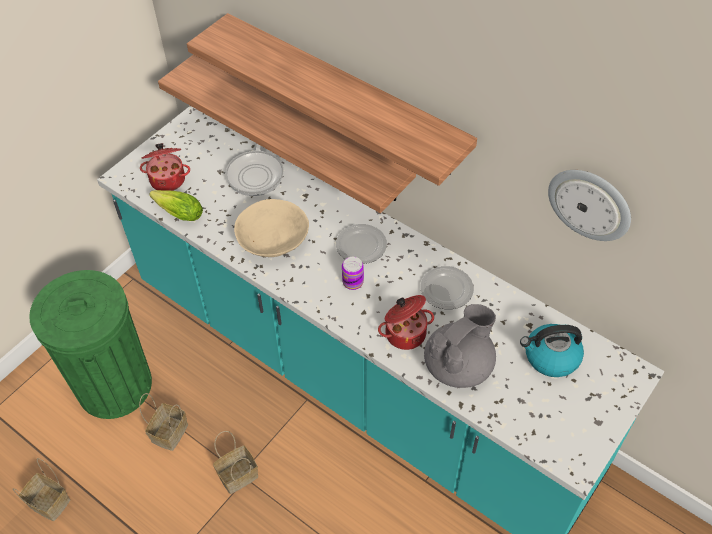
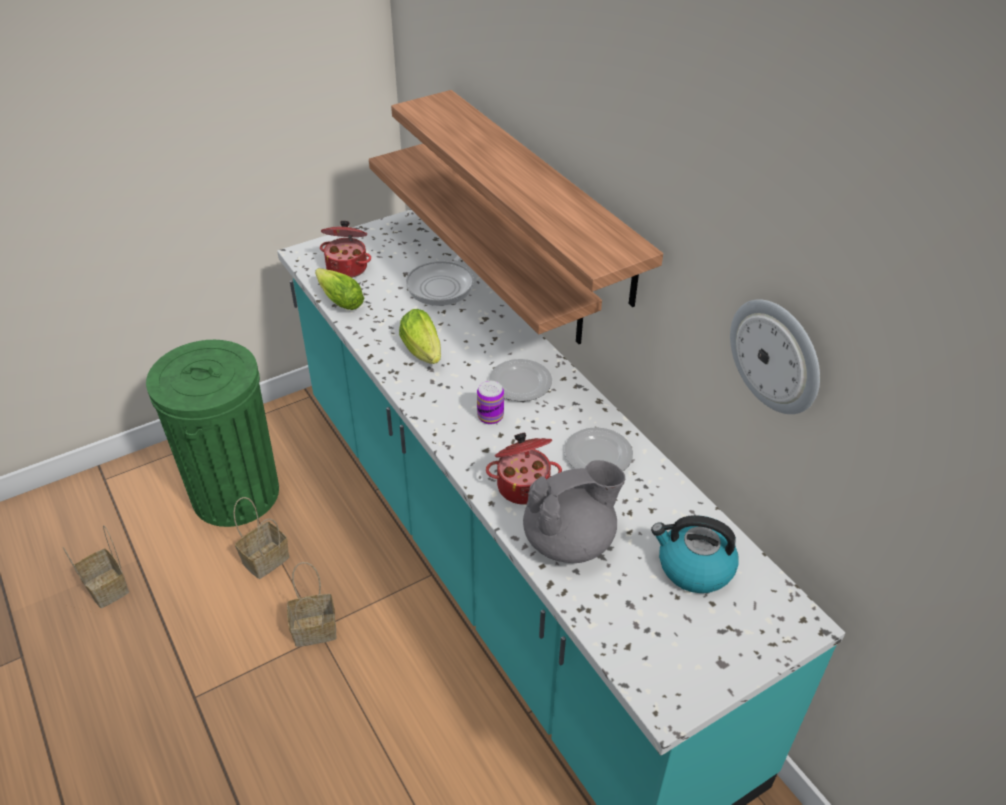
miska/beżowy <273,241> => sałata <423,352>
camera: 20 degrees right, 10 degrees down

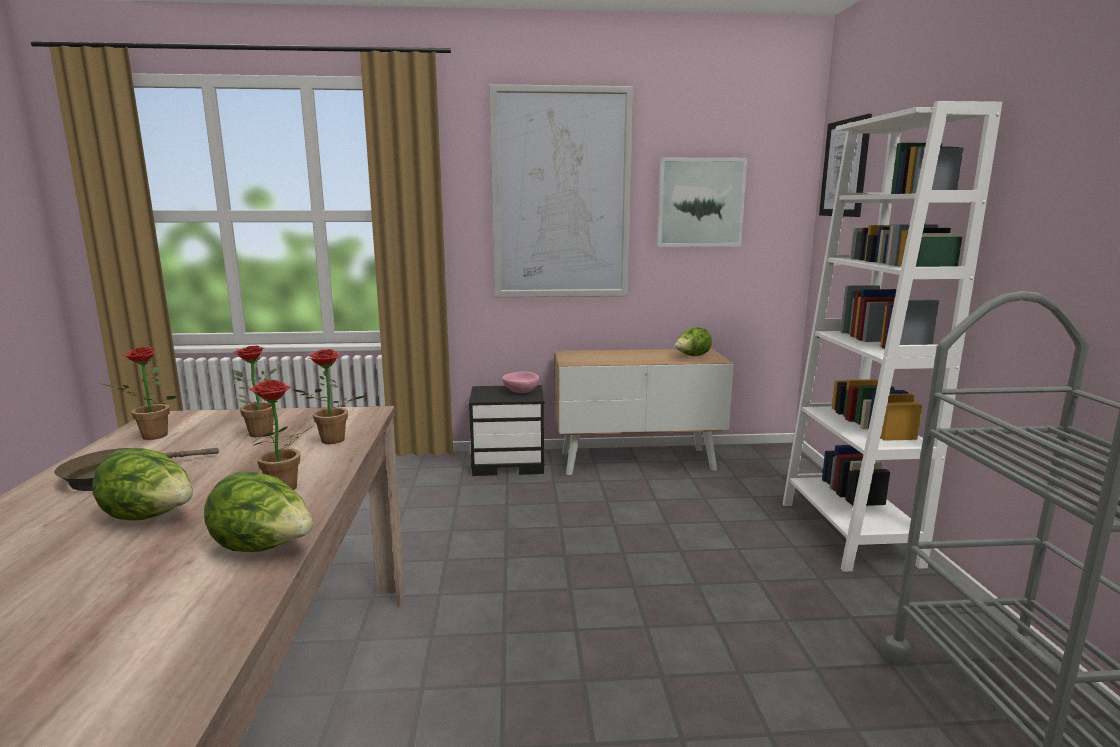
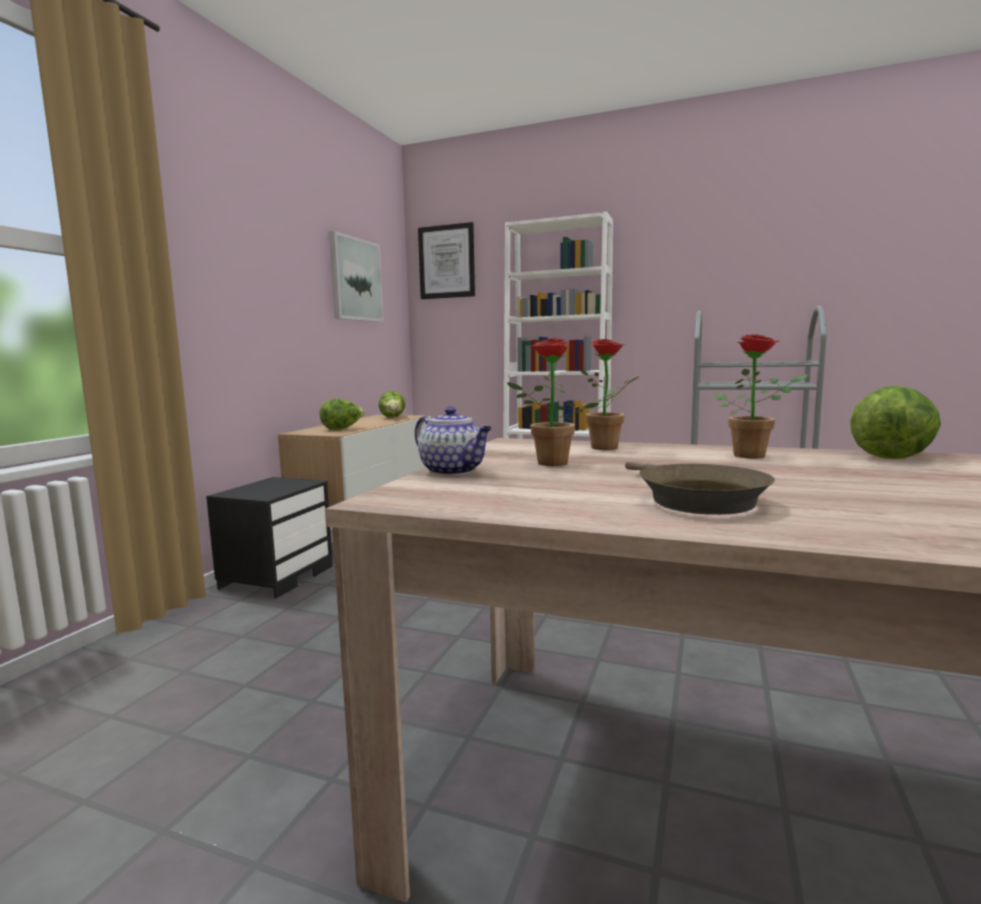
sałata <151,518> => sałata <342,429>, moved
roślina doniczkowa <149,437> => nothing
obraz <561,195> => nothing
miska/różowy <520,392> => nothing
nothing => imbryk <454,471>
camera: 65 degrees left, 5 degrees down

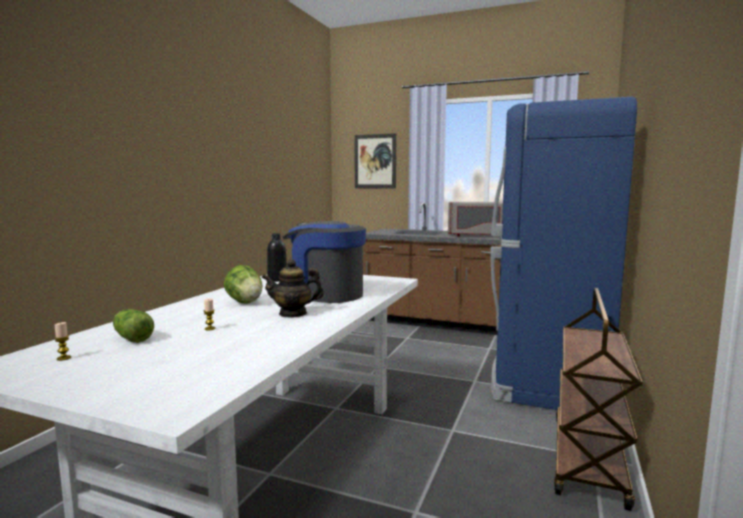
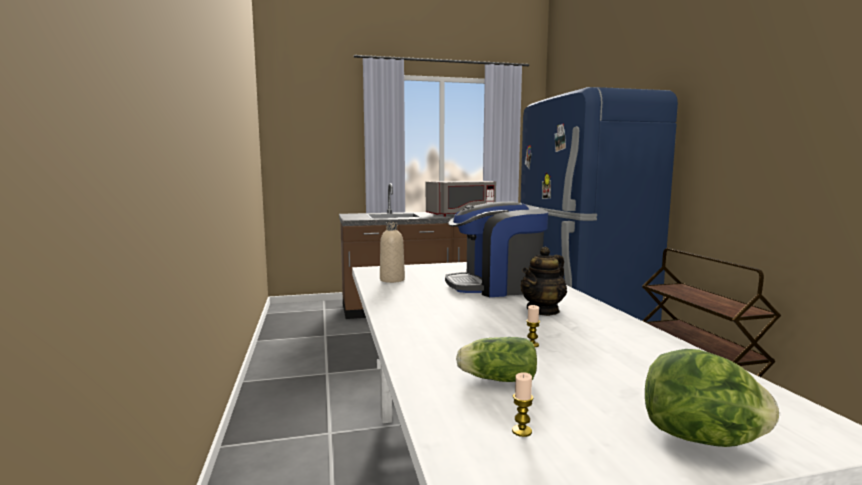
sałata <245,302> => sałata <702,439>, moved
butelka/czarny <277,279> => butelka/beżowy <392,280>
obraz <375,161> => nothing
camera: 35 degrees left, 0 degrees up

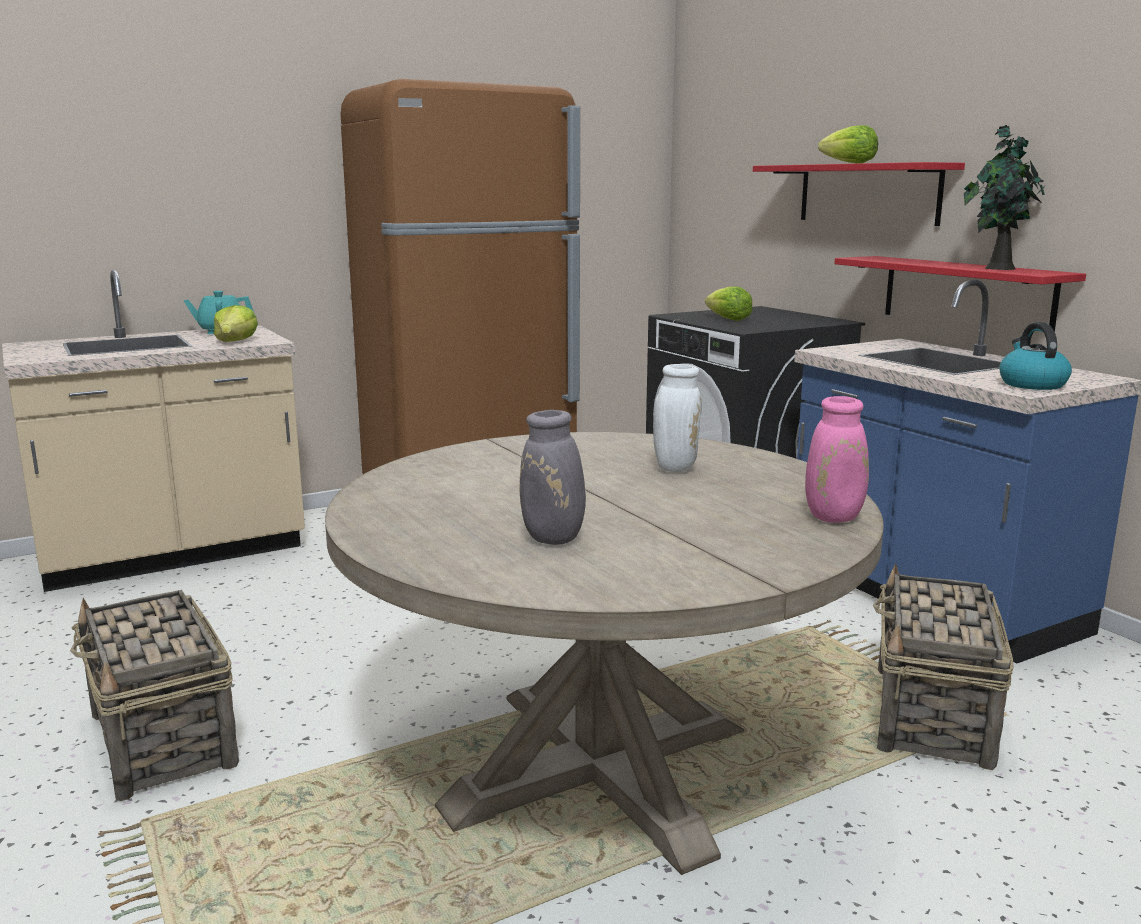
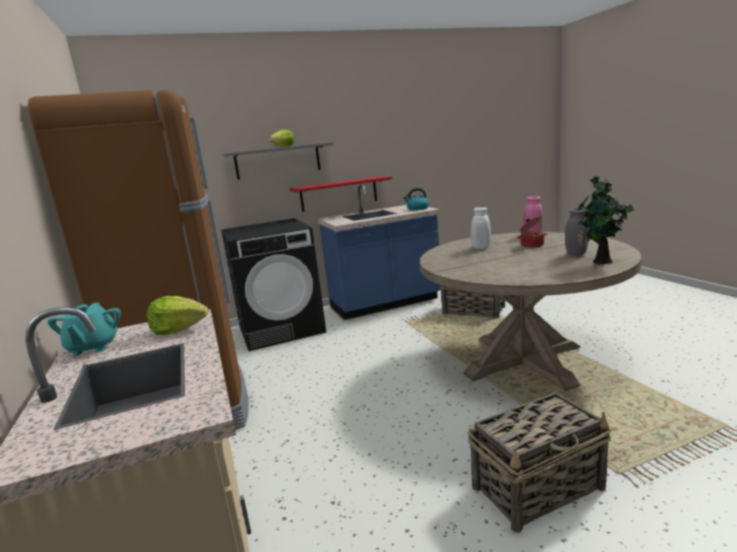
sałata <728,319> => nothing
półka/czerwony <868,193> => półka/szary <278,161>
roślina doniczkowa <997,268> => roślina doniczkowa <601,262>, moved
nothing => garnek <531,245>
camera: 80 degrees left, 0 degrees up

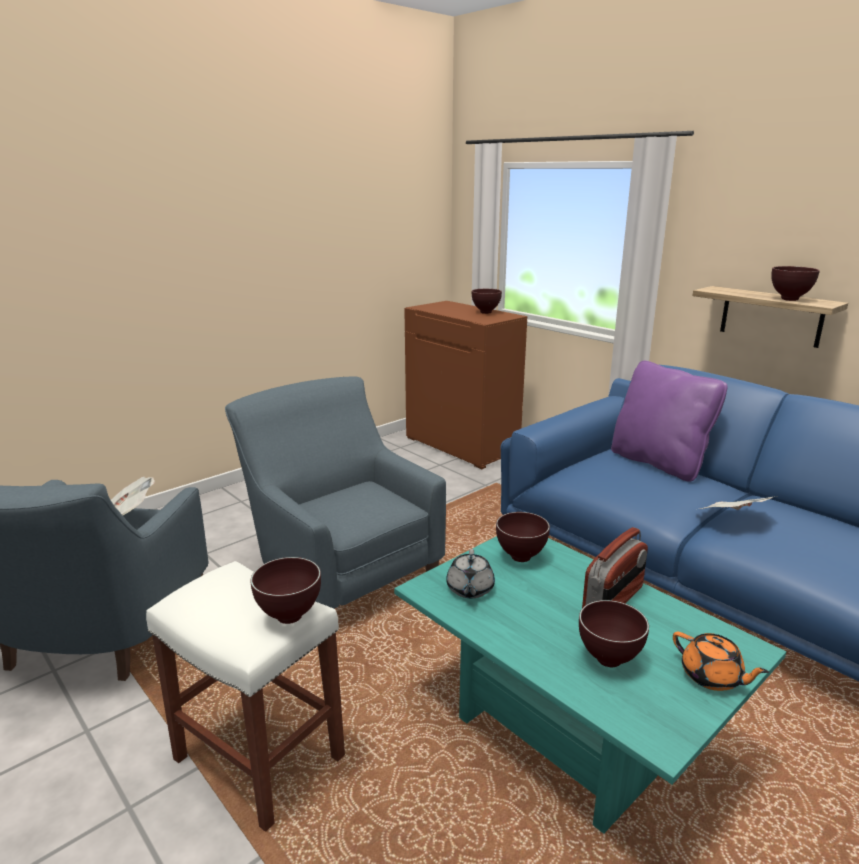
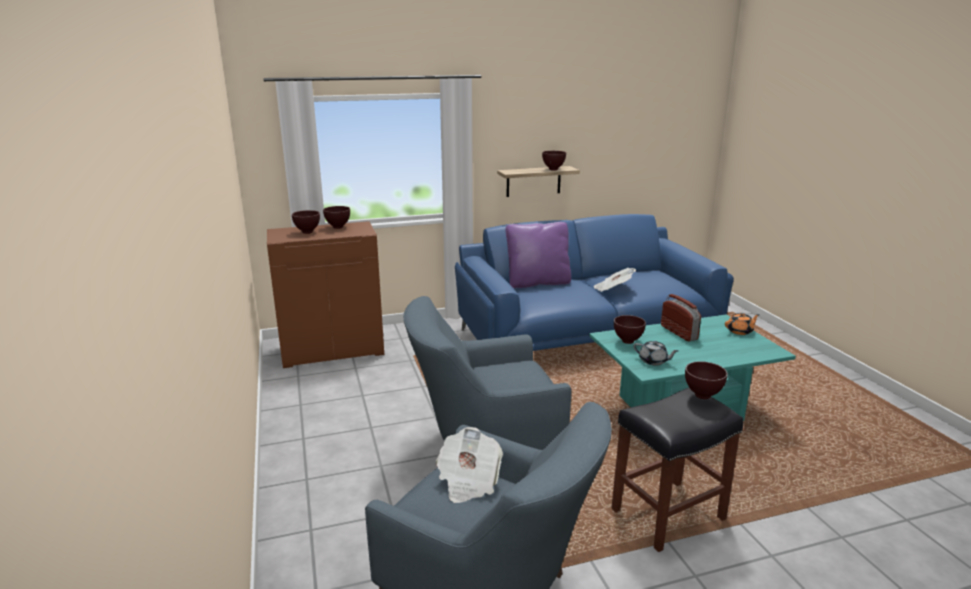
stołek/biały <261,758> => stołek/czarny <668,513>
miska/brązowy <610,661> => miska/brązowy <308,232>, moved
camera: 65 degrees left, 0 degrees up

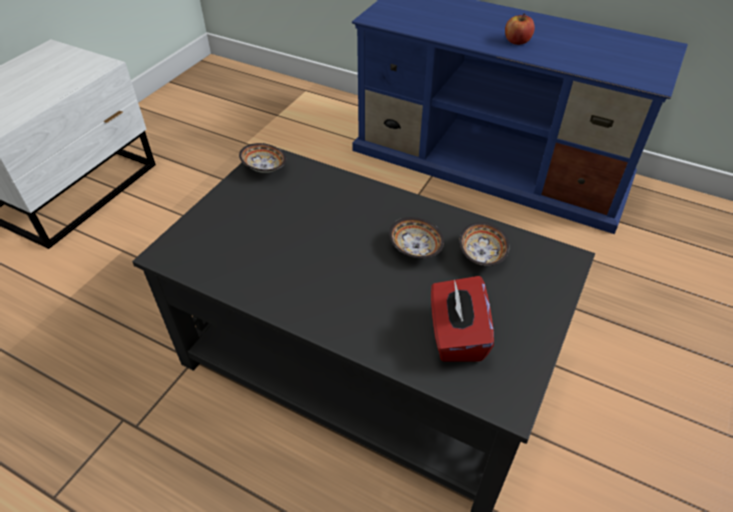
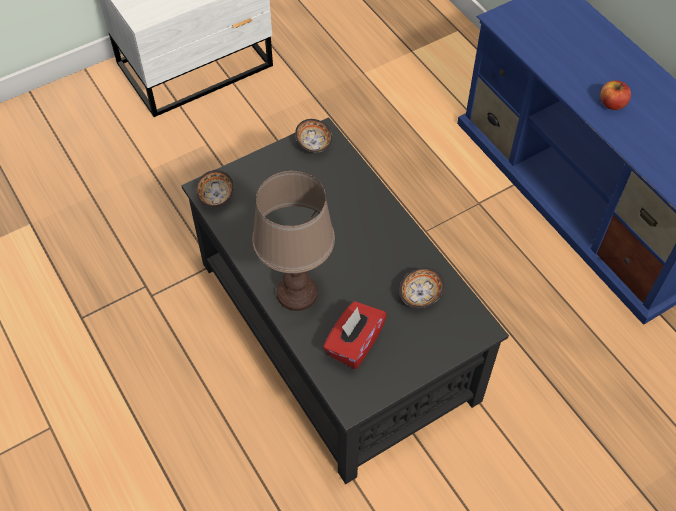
miska <415,248> => miska <216,196>, moved
nothing => lampa stołowa/brązowy <297,294>
camera: 30 degrees right, 10 degrees up

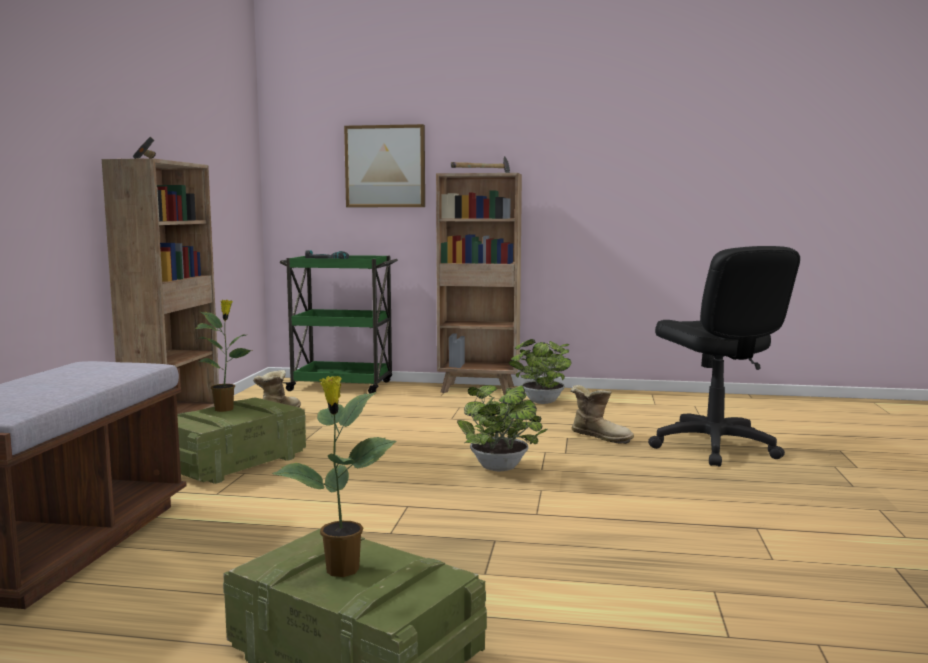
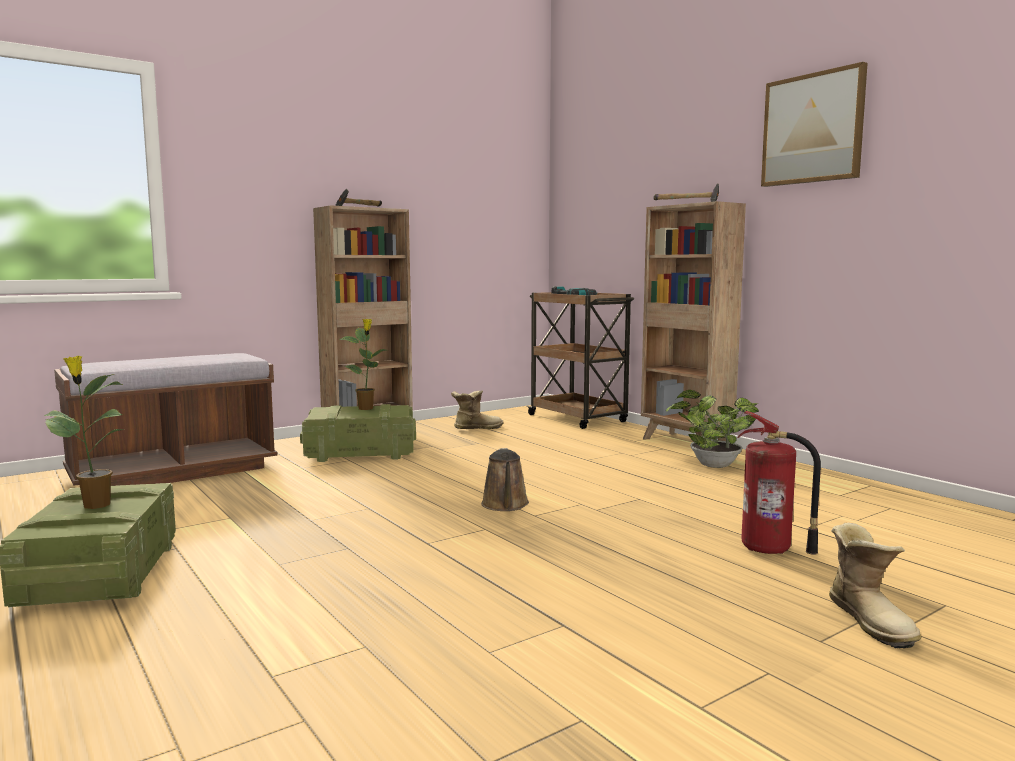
wózek/zielony <343,386> => wózek/brązowy <578,419>
obraz <385,166> => obraz <813,128>, moved
roślina doniczkowa <501,469> => konewka/brązowy <505,505>
but z cholewką <600,437> => but z cholewką <871,621>, moved
krzesło biurowe/czarny <714,447> => gaśnica <769,550>
camera: 45 degrees right, 0 degrees up

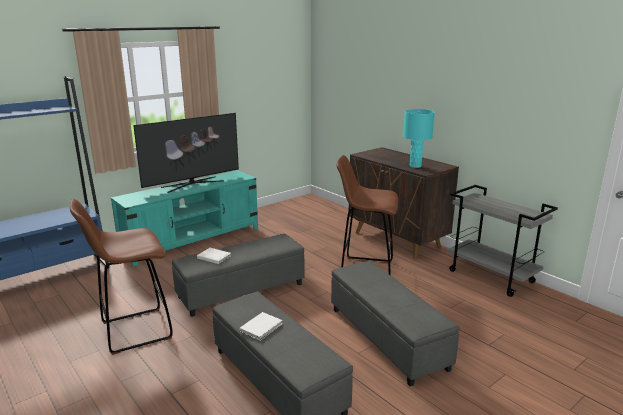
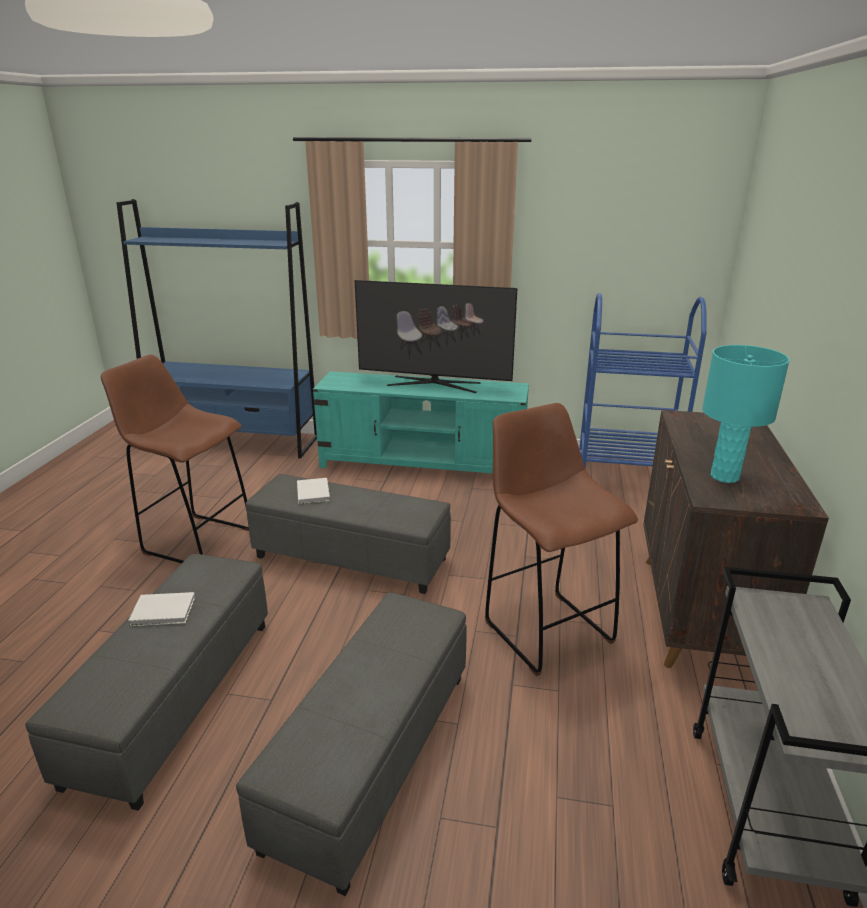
nothing => wózek/niebieski <625,475>
camera: 50 degrees right, 5 degrees up

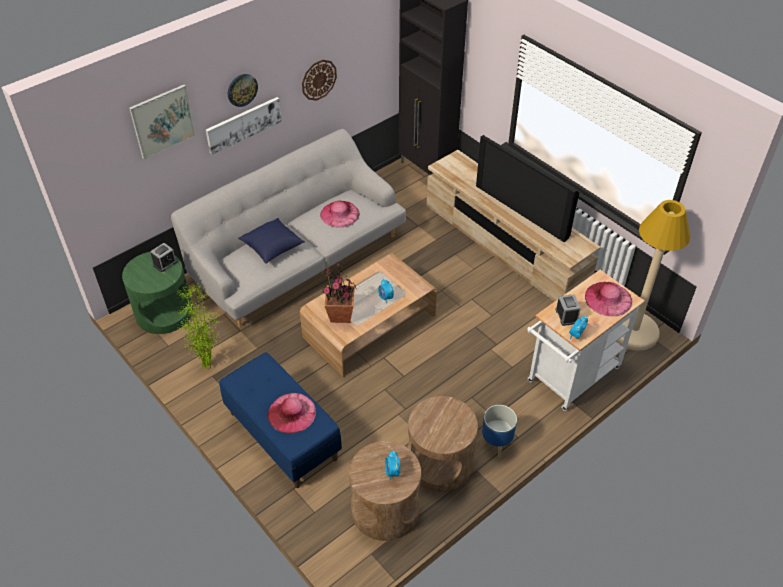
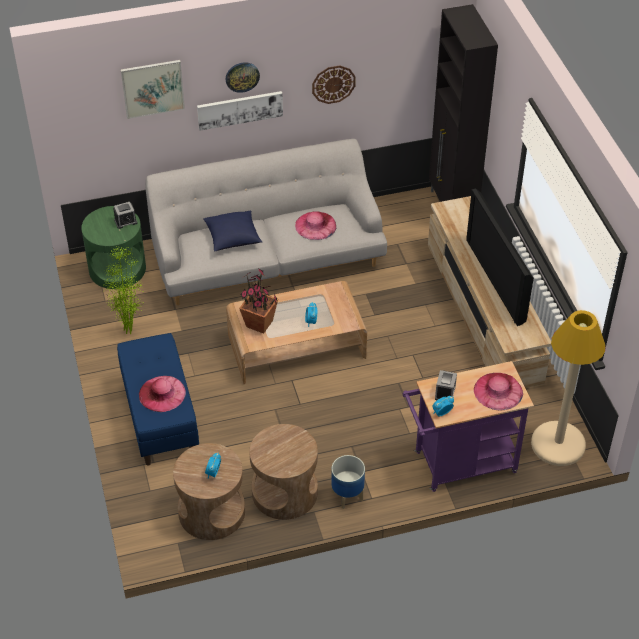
wózek/biały <569,378> => wózek/fioletowy <459,464>
camera: 25 degrees right, 0 degrees up

